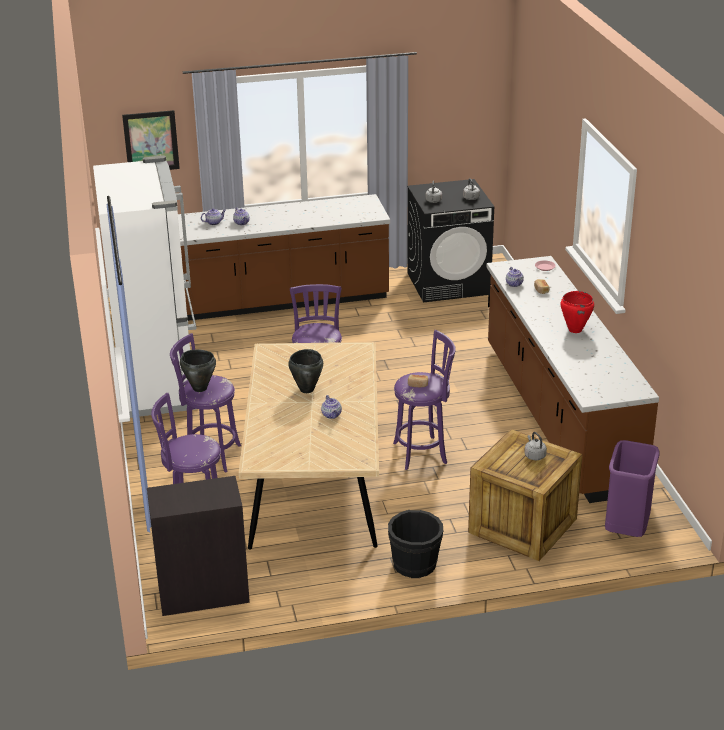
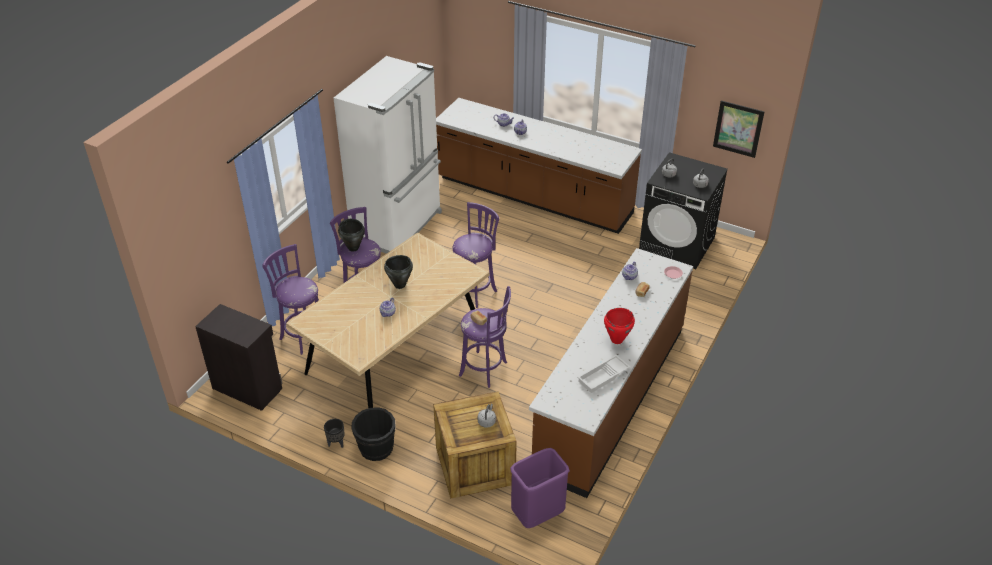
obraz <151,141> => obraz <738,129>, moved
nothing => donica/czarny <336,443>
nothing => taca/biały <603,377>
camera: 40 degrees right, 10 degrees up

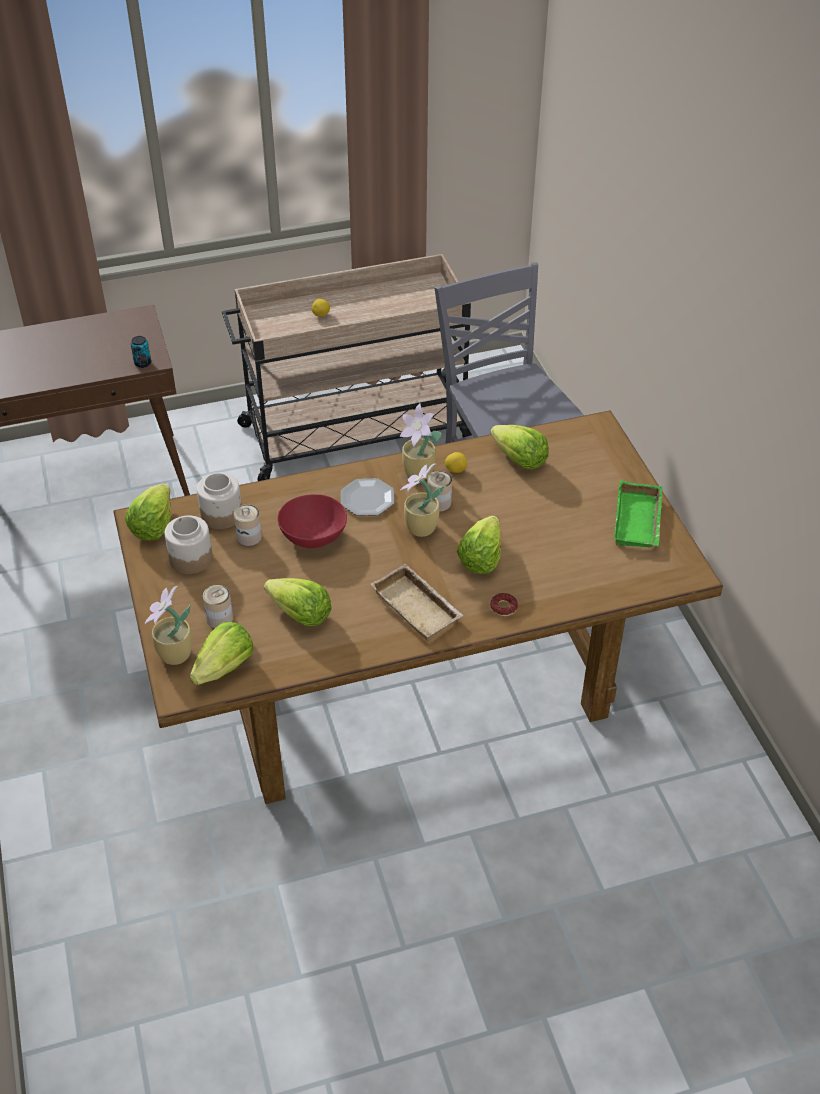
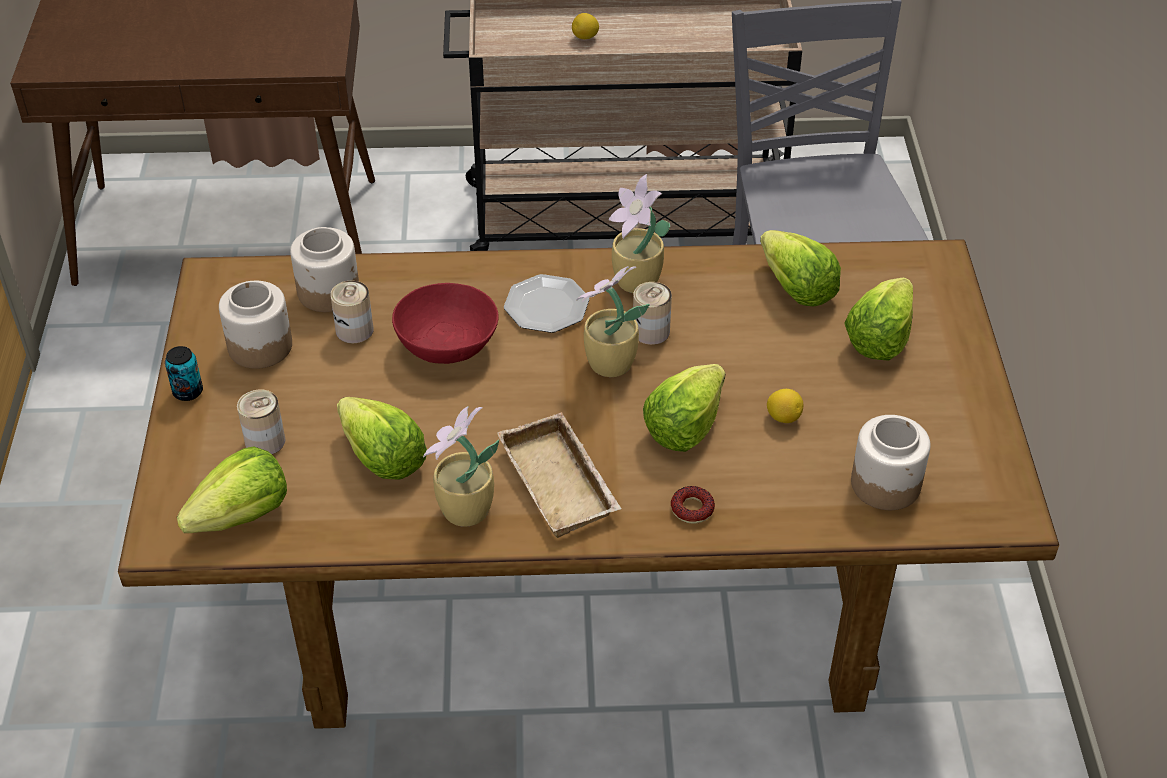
sałata <153,526> => sałata <879,338>, moved
puszka <142,363> => puszka <188,392>, moved
roślina doniczkowa <174,655> => roślina doniczkowa <463,512>, moved
cytryna <455,470> => cytryna <783,417>, moved
taca/zielony <639,521> => nothing
nothing => słoik <886,483>
camera: 15 degrees right, 0 degrees up

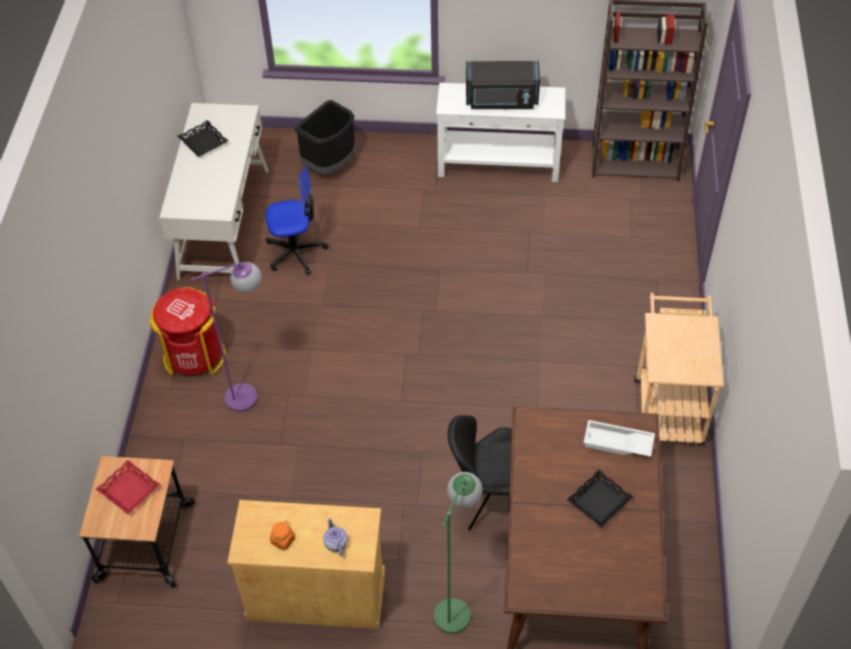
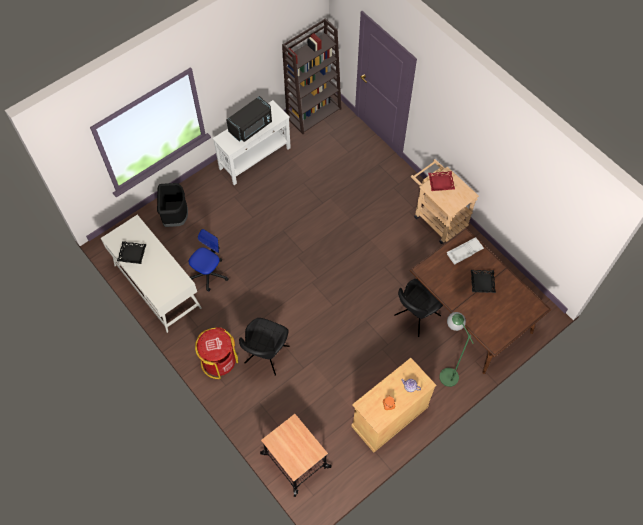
taca/czerwony <128,490> => taca/czerwony <441,183>, moved
lampa stojąca/fioletowy <252,394> => krzesło/czarny <266,356>
camera: 45 degrees left, 10 degrees up

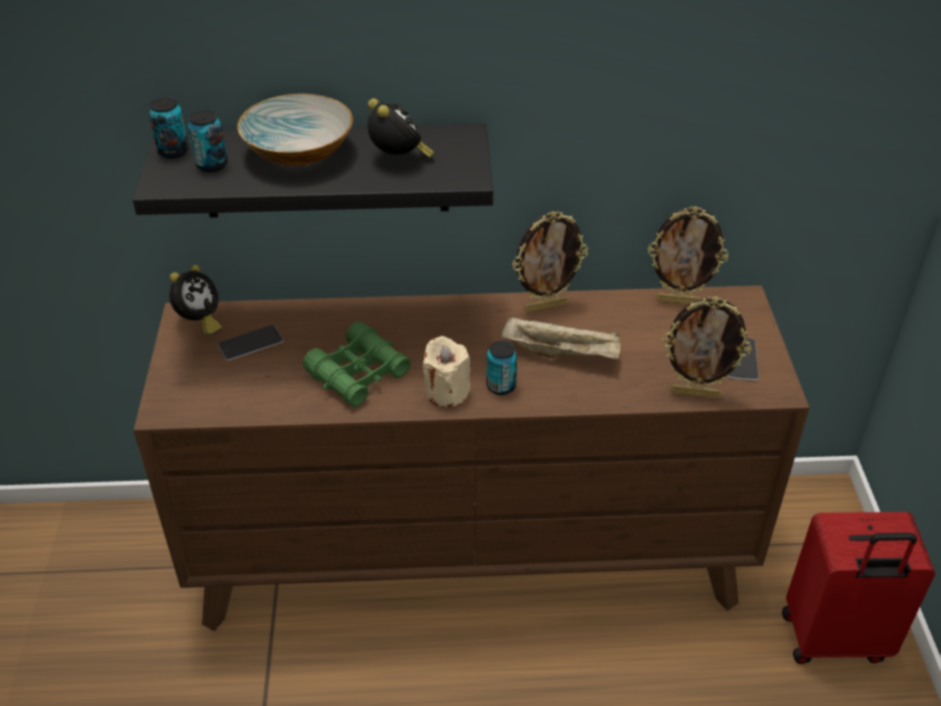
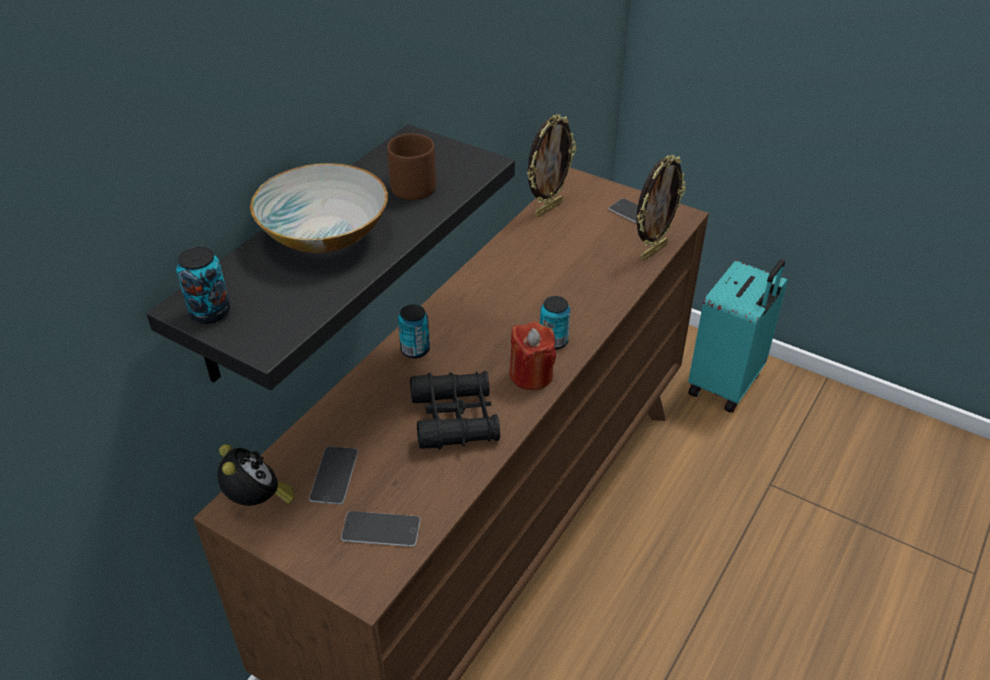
puszka <211,165> => puszka <415,350>, moved
lornetka/zielony <358,374> => lornetka/czarny <455,418>
budzik <399,159> => kubek/brązowy <410,185>
świeca/beżowy <446,392> => świeca/czerwony <531,375>
taca/beżowy <562,353> => nothing
ramka na zdjęcie <546,306> => nothing
walizka/czerwony <834,640> => walizka/turkusowy <727,384>
nothing => telefon <381,529>
camera: 55 degrees left, 0 degrees up

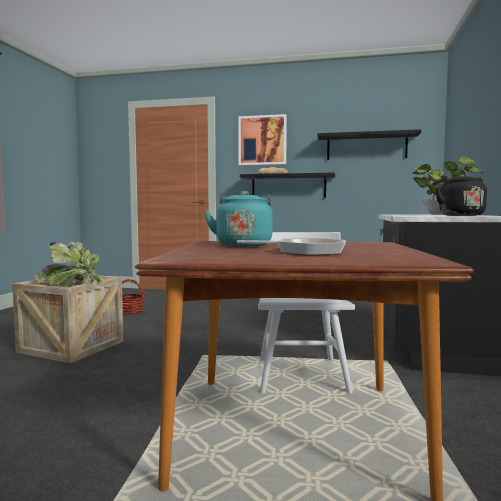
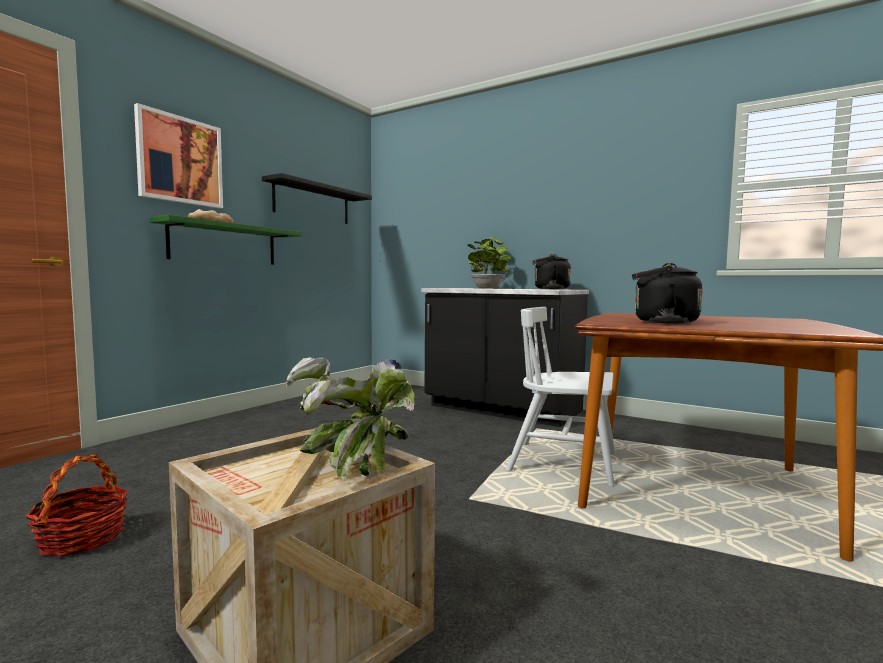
czajnik/turkusowy <243,245> => czajnik/czarny <661,322>
patelnia <304,252> => nothing
półka/czarny <288,186> => półka/zielony <224,244>
camera: 70 degrees left, 0 degrees up

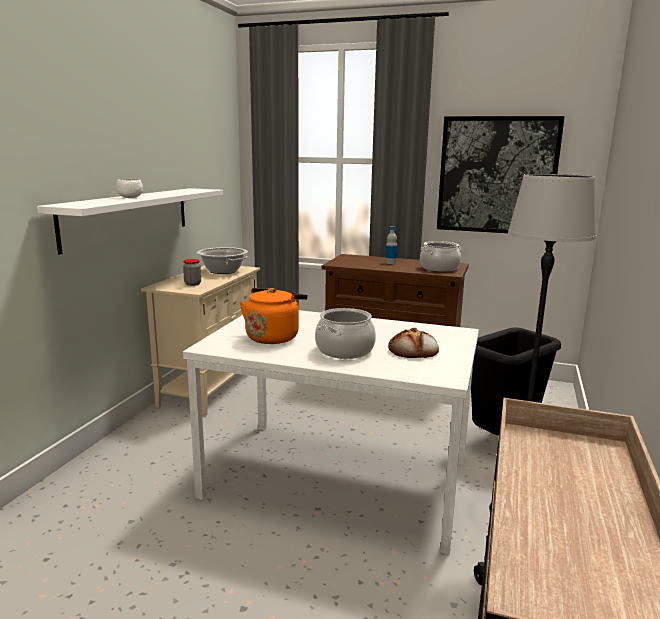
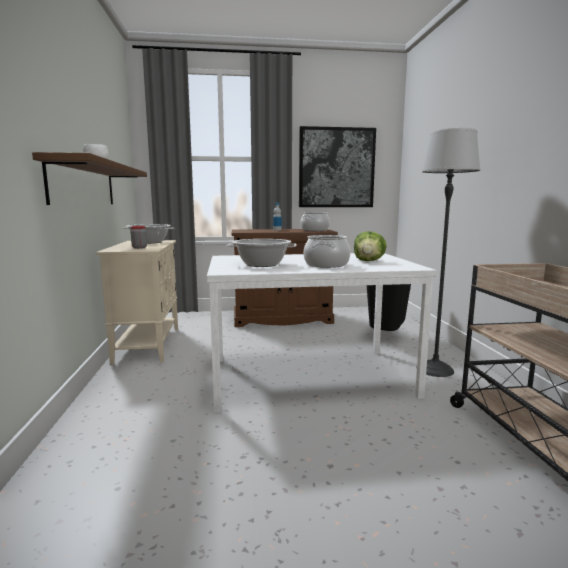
półka/biały <129,216> => półka/brązowy <84,184>
czajnik/pomarańczowy <273,337> => garnek <262,264>
chleb <414,350> => sałata <368,261>
camera: 25 degrees left, 5 degrees down

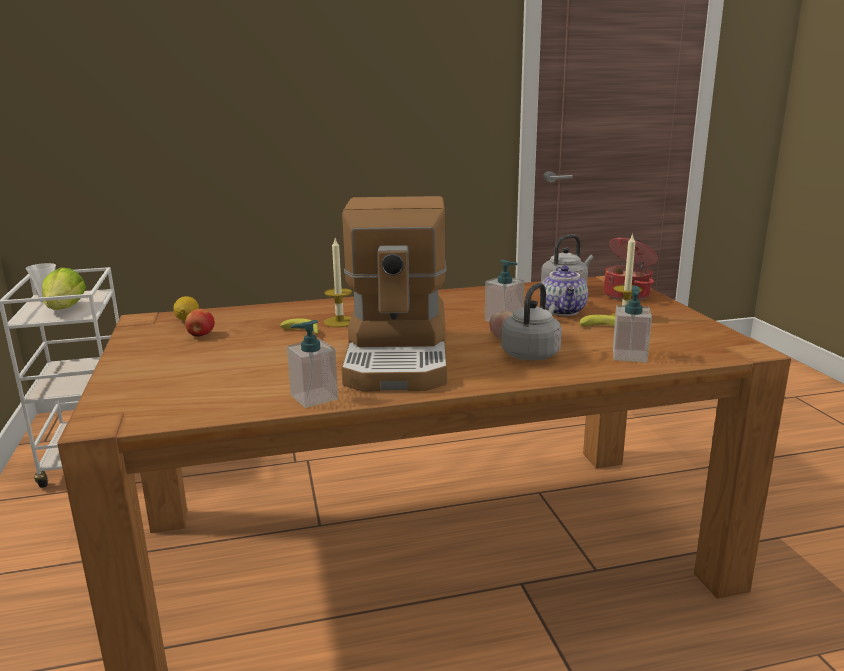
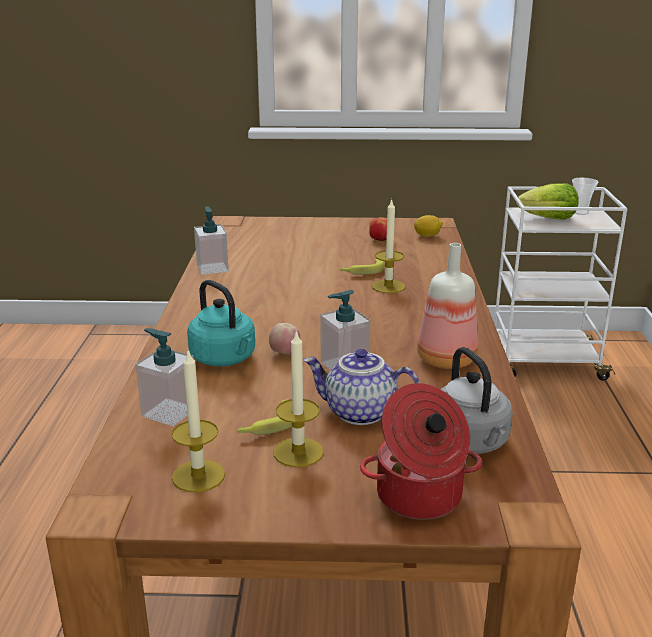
ekspres do kawy <400,356> => nothing
czajnik/szary <532,353> => czajnik/turkusowy <225,359>
nothing => świeca <198,476>
nothing => butelka <444,360>
camera: 105 degrees right, 5 degrees up

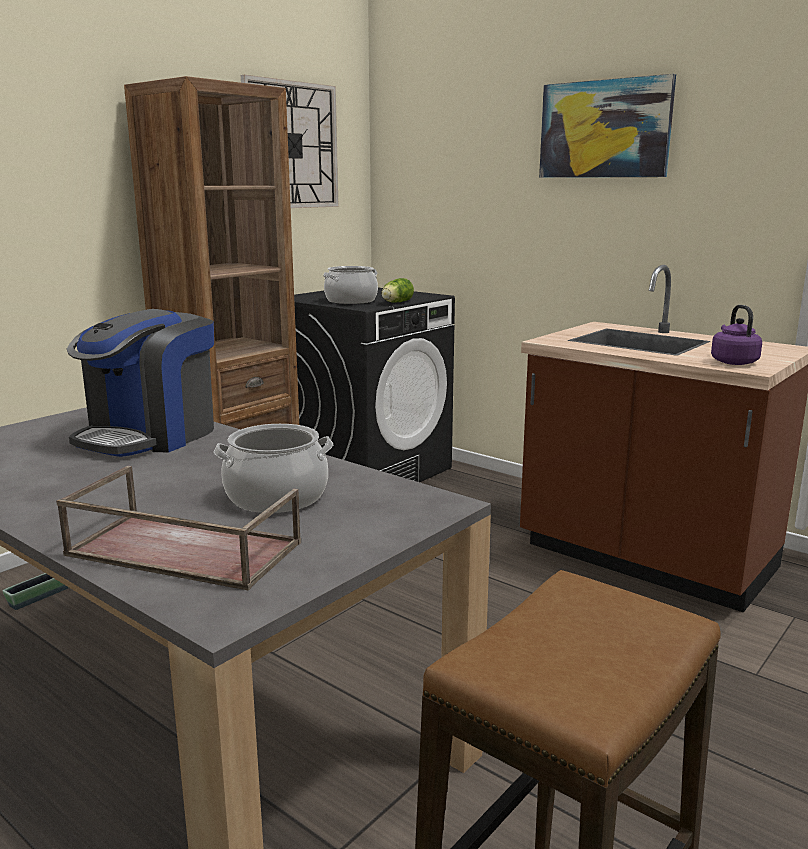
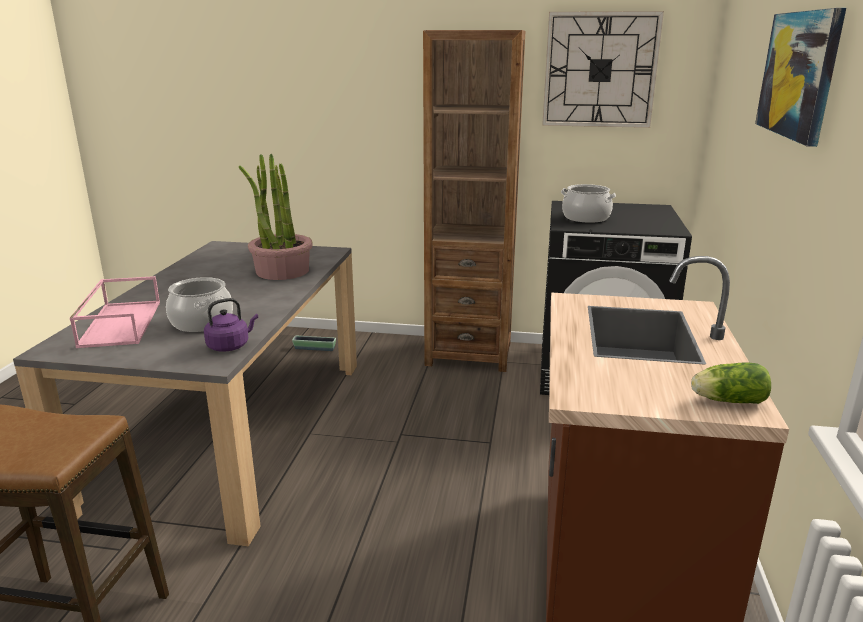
taca/brązowy <181,549> => taca/różowy <120,323>
ekspres do kawy <150,436> => roślina doniczkowa <282,271>
sałata <395,302> => sałata <726,400>, moved
czajnik/fioletowy <732,362> => czajnik/fioletowy <230,346>, moved
camera: 60 degrees right, 5 degrees up

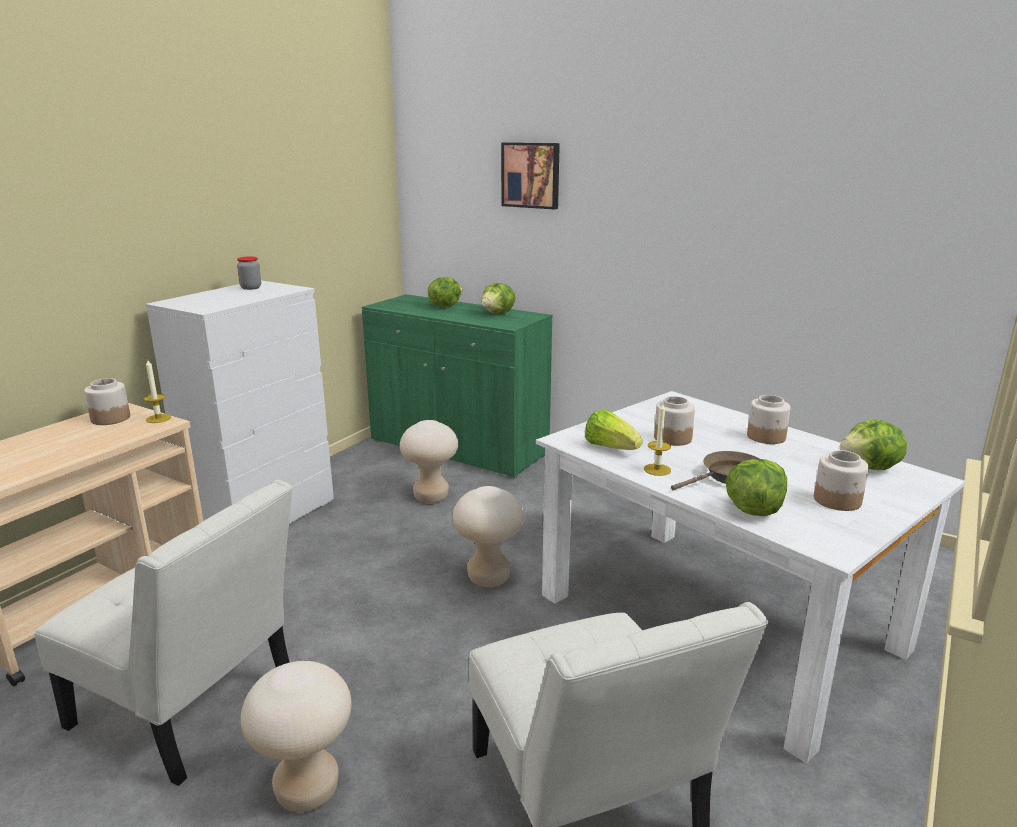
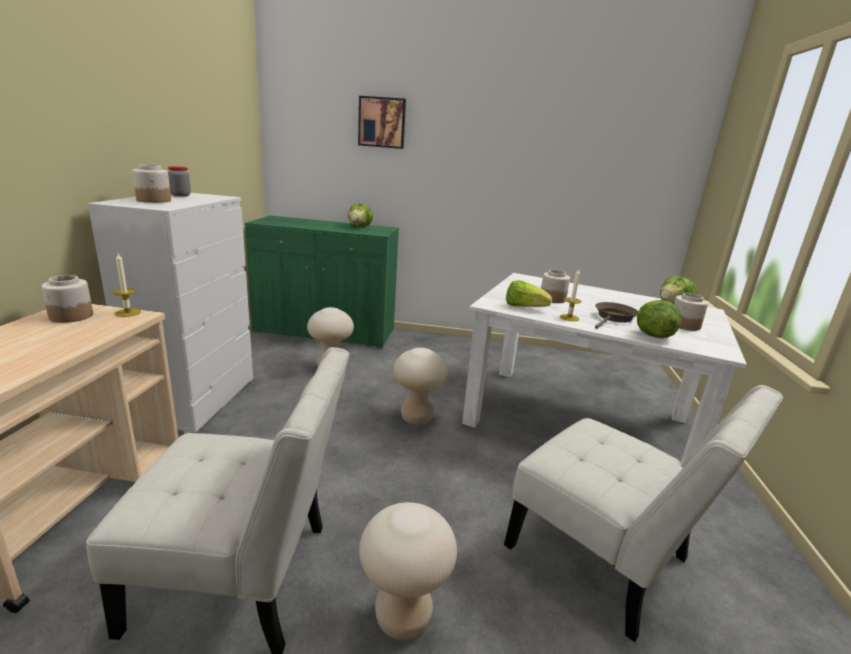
sałata <445,306> => nothing
słoik <766,437> => słoik <154,200>, moved
camera: 25 degrees left, 0 degrees up

